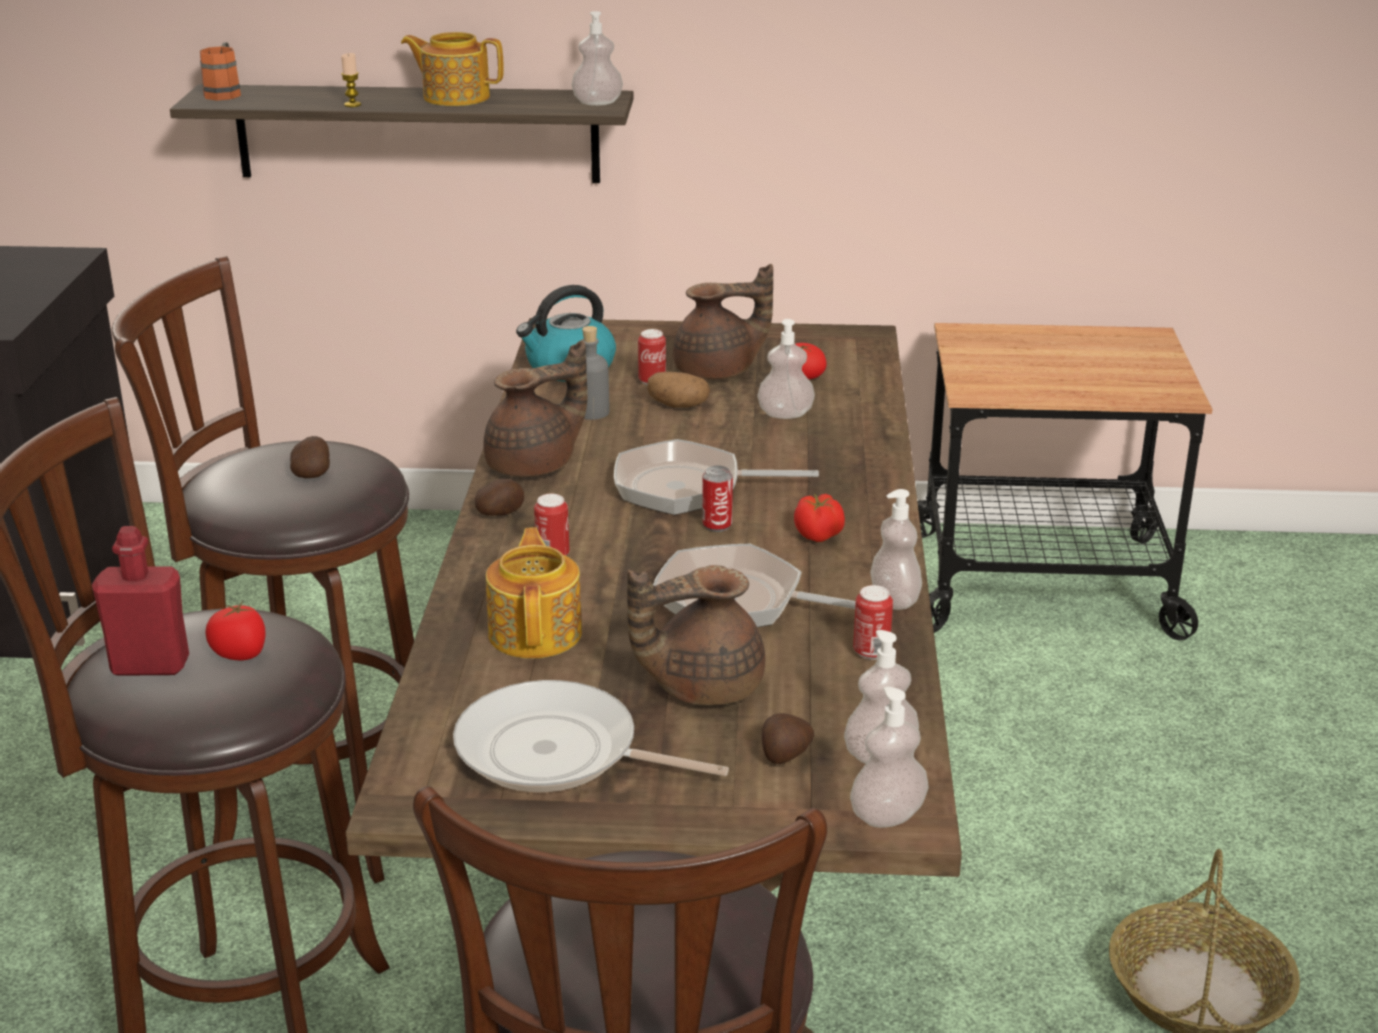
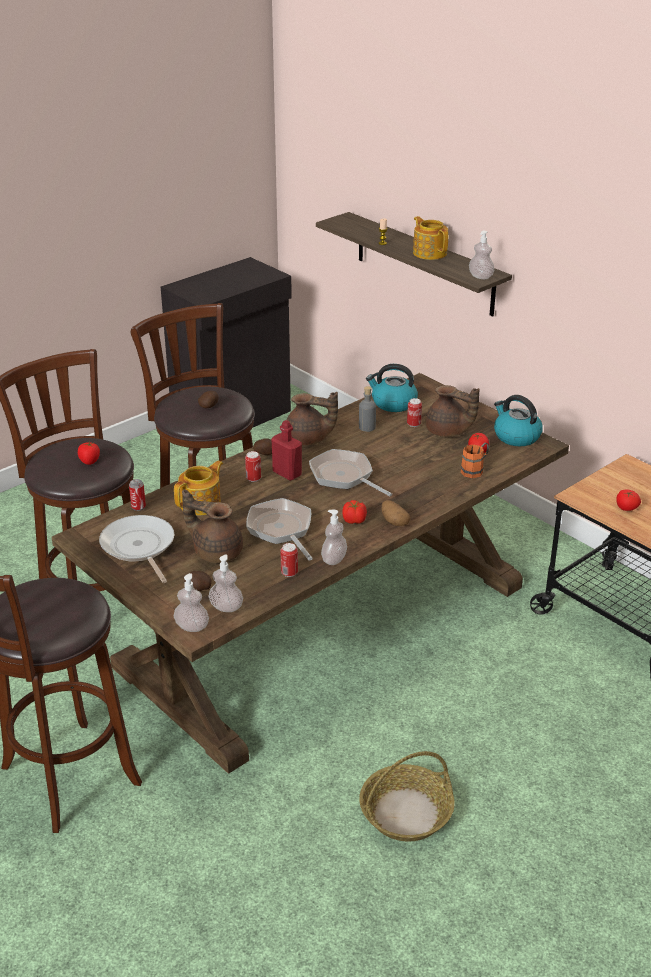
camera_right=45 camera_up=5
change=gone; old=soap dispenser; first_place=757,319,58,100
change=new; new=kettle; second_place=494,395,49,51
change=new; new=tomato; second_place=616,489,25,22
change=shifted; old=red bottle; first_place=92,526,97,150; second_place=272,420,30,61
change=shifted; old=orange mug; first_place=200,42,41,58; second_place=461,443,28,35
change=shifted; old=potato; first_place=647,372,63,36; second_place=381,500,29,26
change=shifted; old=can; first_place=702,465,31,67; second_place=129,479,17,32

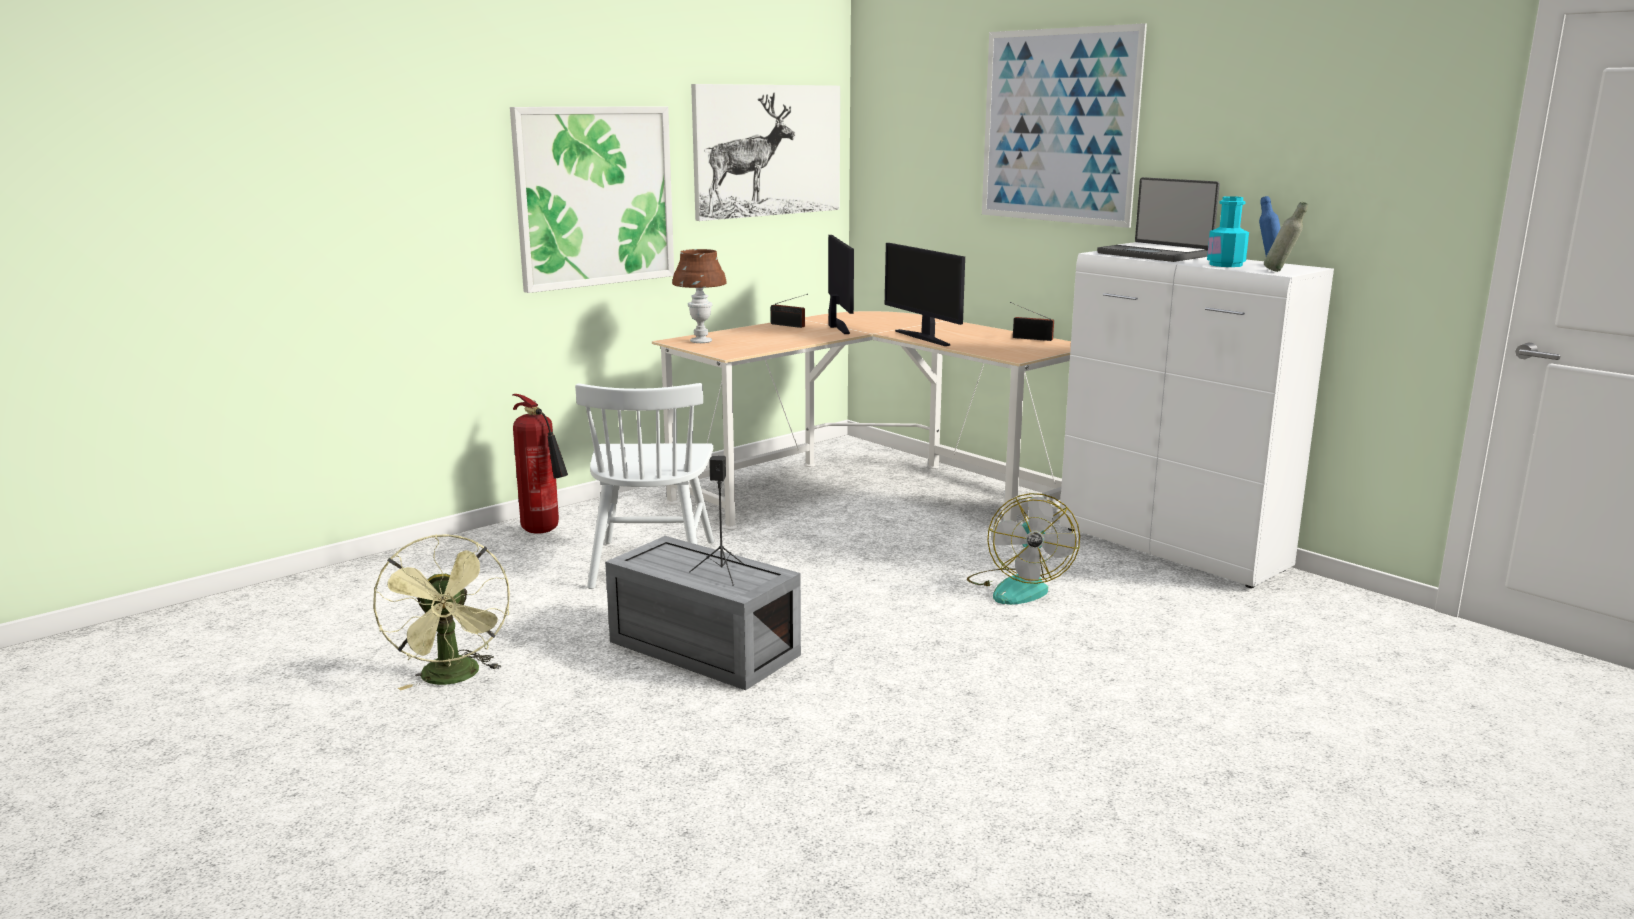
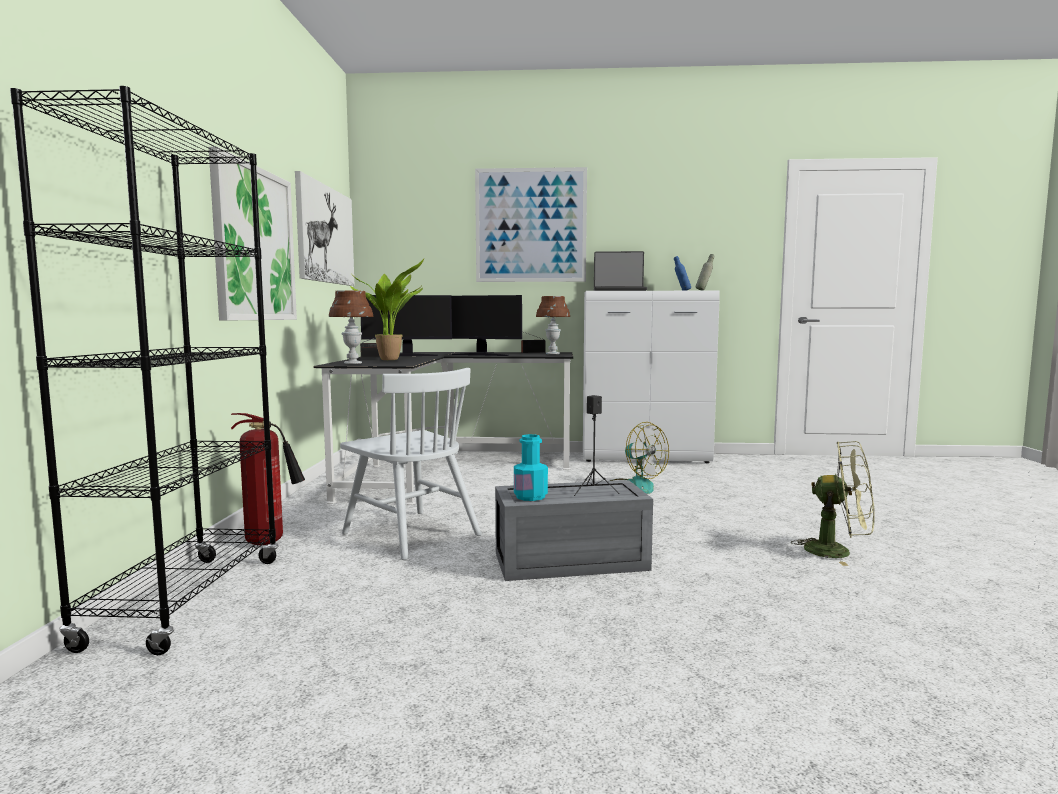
camera_right=-45 camera_up=-10
change=new; new=black bookcase; second_place=10,86,268,569
change=new; new=potted plant; second_place=350,259,74,101
change=new; new=brown table lamp; second_place=536,296,34,58
change=shifted; old=green fan; first_place=373,534,137,157; second_place=791,441,84,125
change=shifted; old=turquoise bottle; first_place=1207,196,42,71; second_place=514,434,34,67
change=repainted; old=beige desk; new=black desk; first_place=652,311,419,218; second_place=314,352,259,153
change=rotated; old=monitor; first_place=828,235,26,99; second_place=361,295,91,61; degrees=135

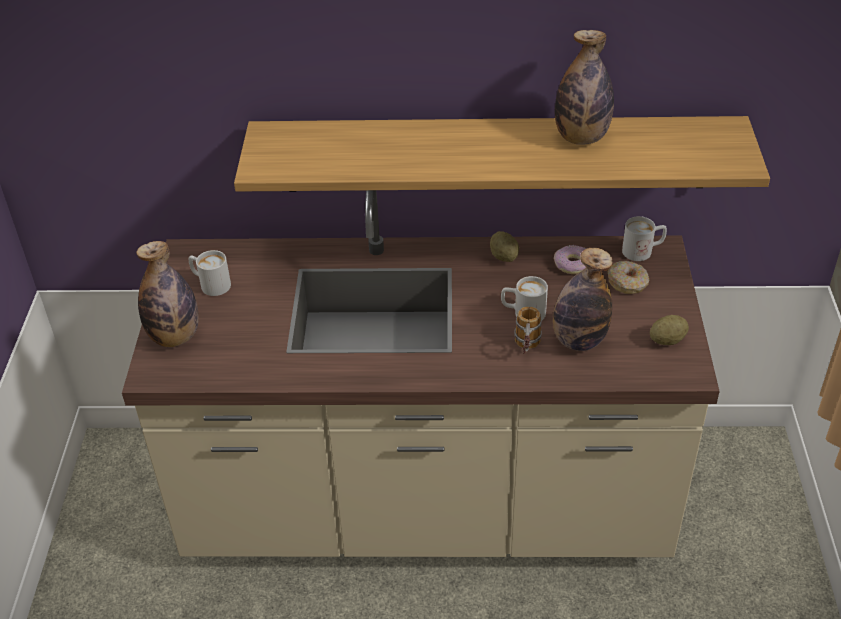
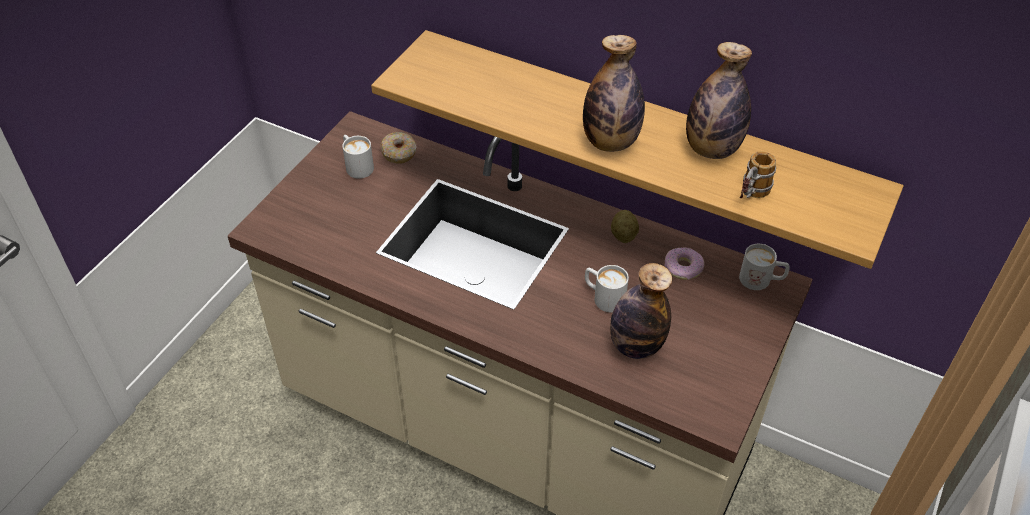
camera_right=25 camera_up=5
change=gone; old=potato; first_place=650,315,39,30
change=shifted; old=bottle; first_place=136,241,63,106; second_place=583,35,62,117
change=shifted; old=mug; first_place=514,306,28,48; second_place=740,151,36,47
change=shifted; old=donut; first_place=607,261,42,33; second_place=380,132,37,32

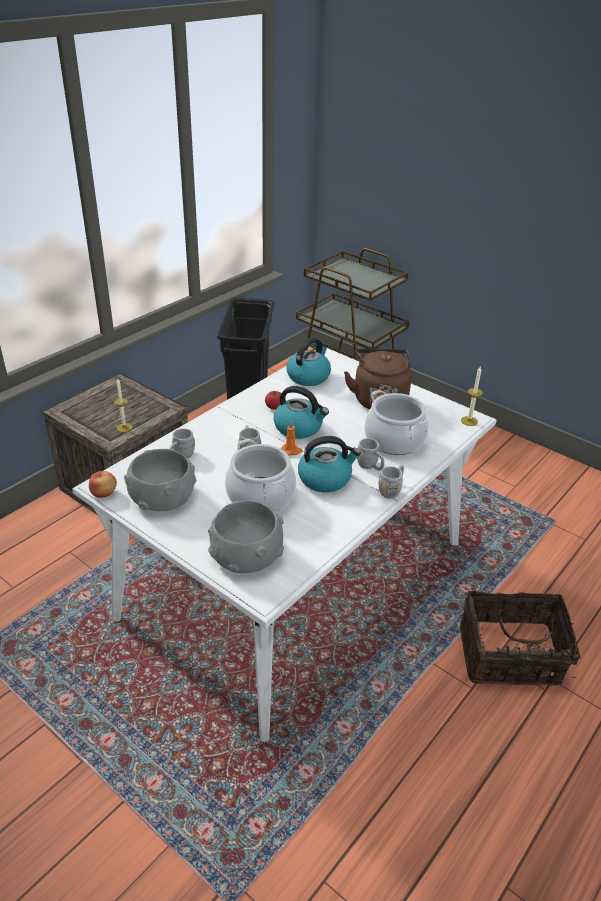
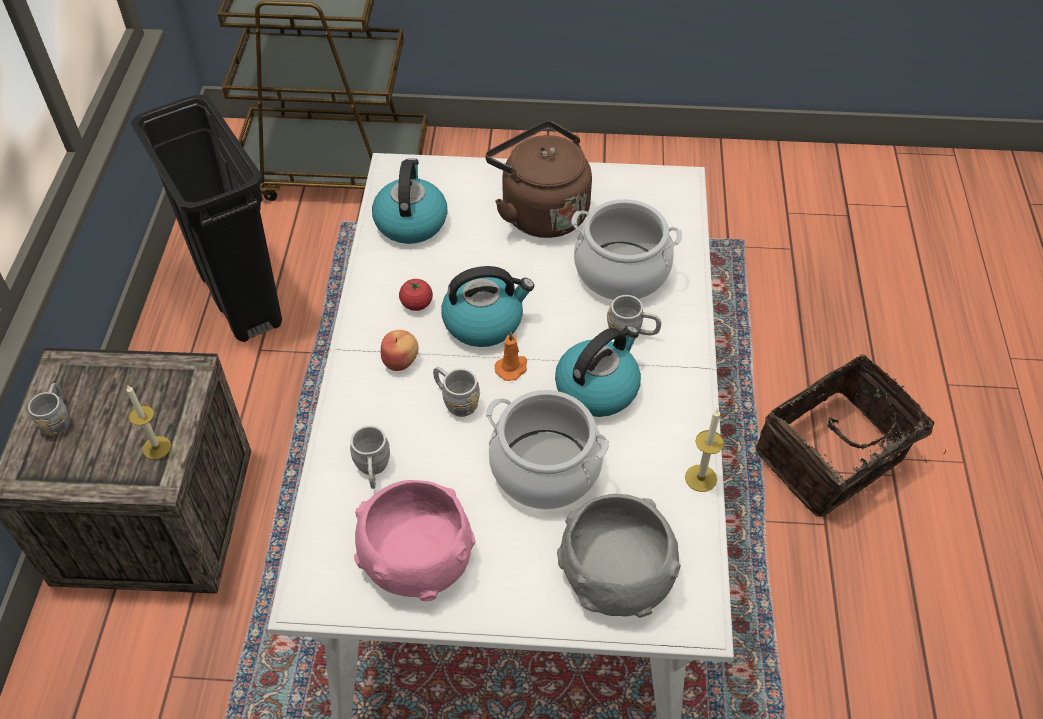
camera_right=-35 camera_up=15
change=shifted; old=apple; first_place=89,471,28,27; second_place=381,330,38,41
change=shifted; old=grey mug; first_place=378,465,26,34; second_place=28,383,41,53
change=shifted; old=candle; first_place=461,366,22,60; second_place=685,409,39,83
change=repainted; old=grey bowl; new=pink bowl; first_place=124,449,73,62; second_place=354,480,122,121

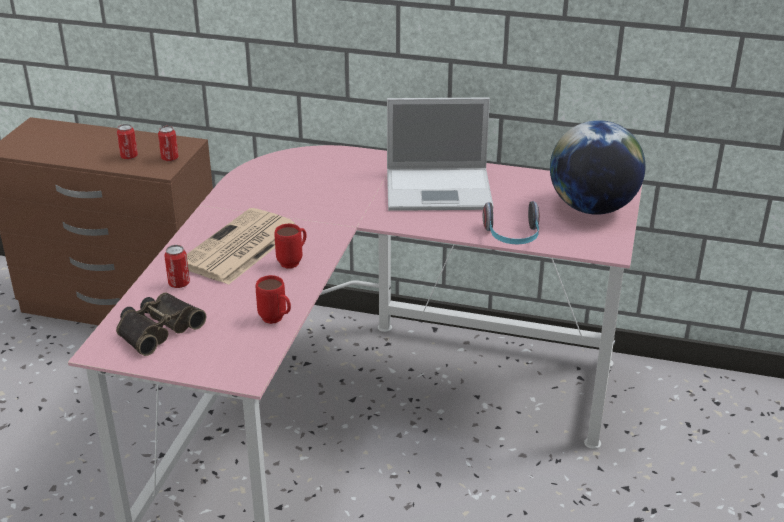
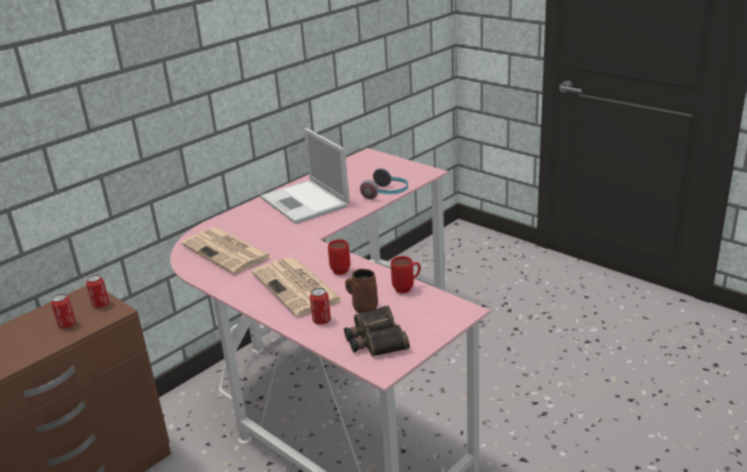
camera_right=-60 camera_up=-5
change=gone; old=globe; first_place=550,120,95,95
change=new; new=newspaper; second_place=181,228,92,46
change=new; new=brown mug; second_place=345,269,33,44
change=rotated; old=laptop; first_place=387,97,106,114; second_place=260,128,90,96; degrees=120

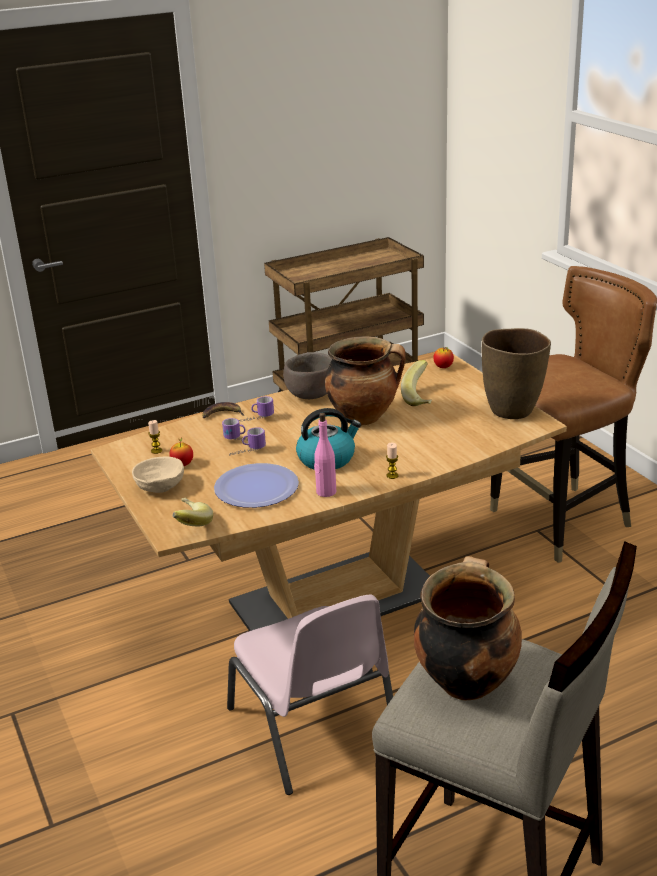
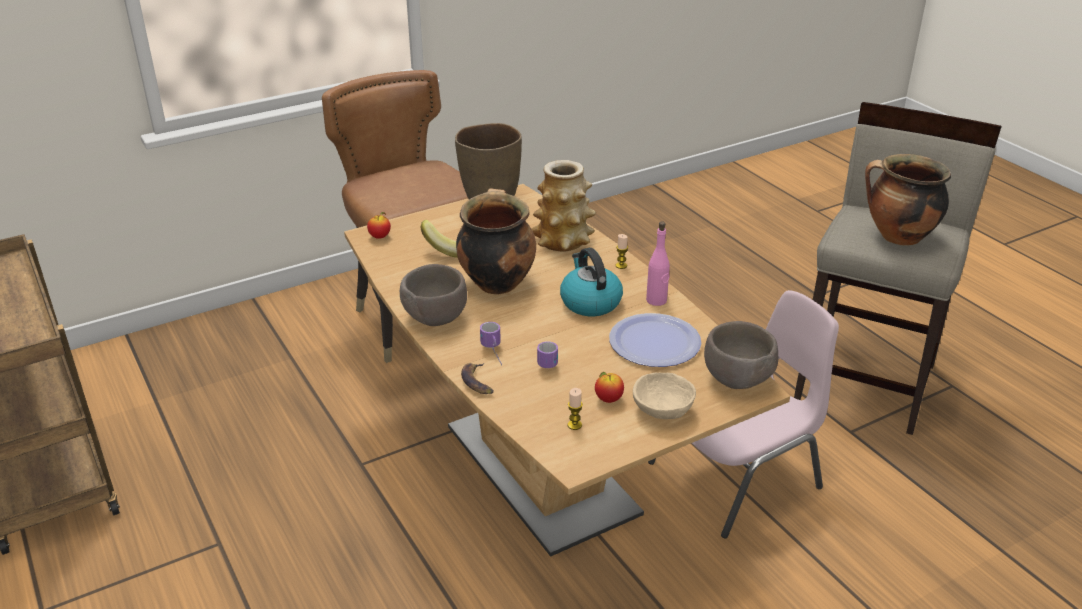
camera_right=-95 camera_up=5
change=gone; old=mug; first_place=229,427,37,29
change=new; new=vase; second_place=532,160,64,92
change=swapped; old=banana; new=brown bowl; first_place=172,498,41,28; second_place=704,321,74,68

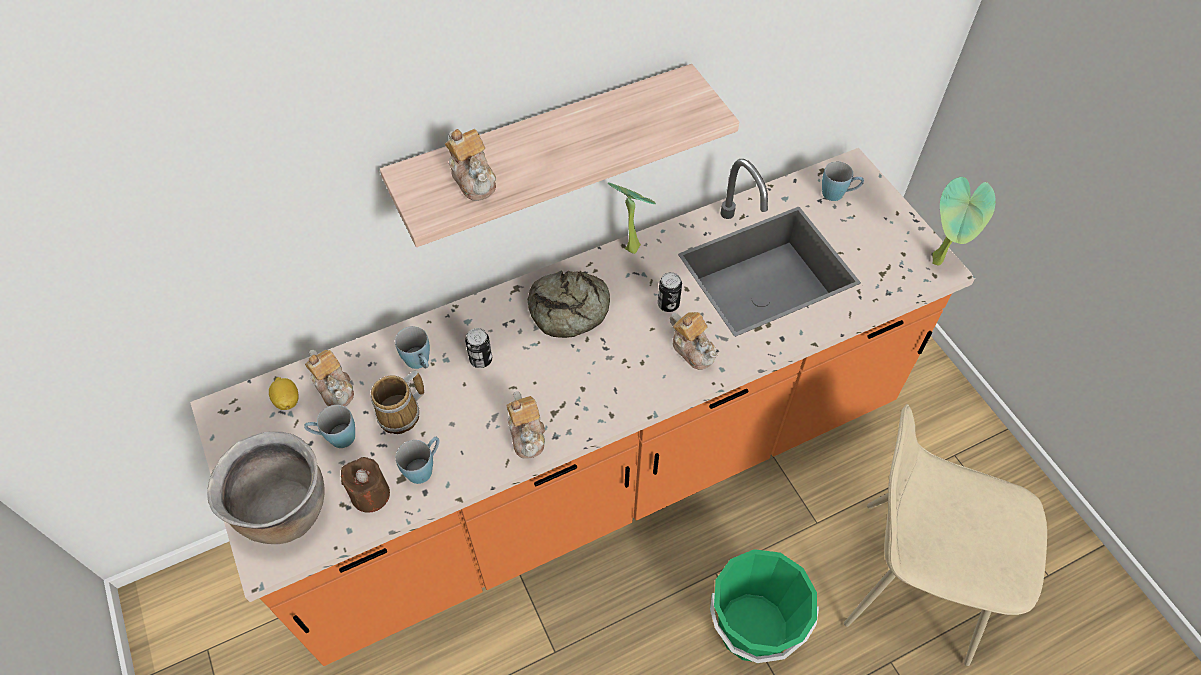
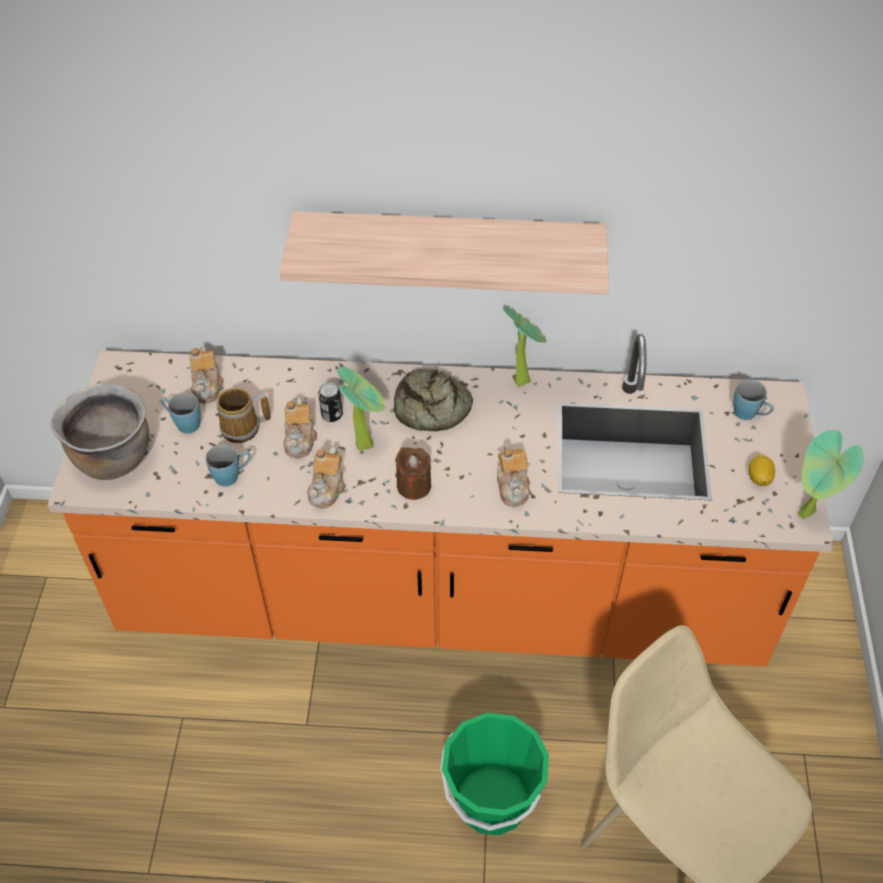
camera_right=30 camera_up=-5
change=gone; old=blue mug; first_place=395,326,35,43
change=gone; old=can; first_place=658,272,24,40
change=new; new=potted plant; second_place=336,367,49,84
change=shifted; old=lemon; first_place=269,377,30,33; second_place=749,454,26,32
change=shifted; old=brown candle; first_place=341,457,49,56; second_place=395,447,36,53
change=shifted; old=teapot; first_place=445,129,51,72; second_place=283,398,34,60

